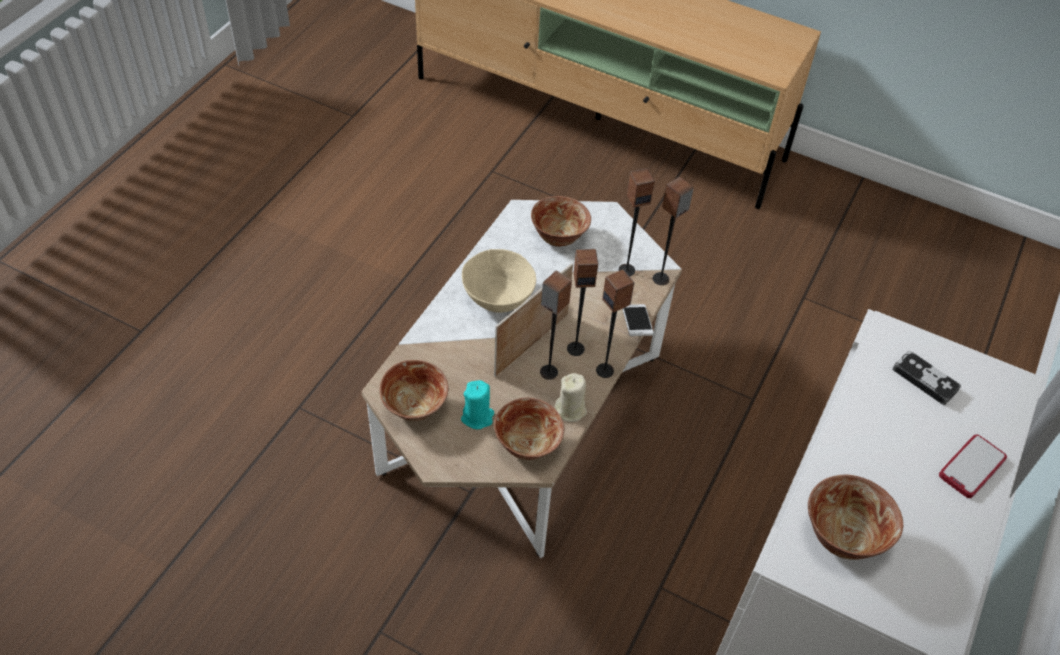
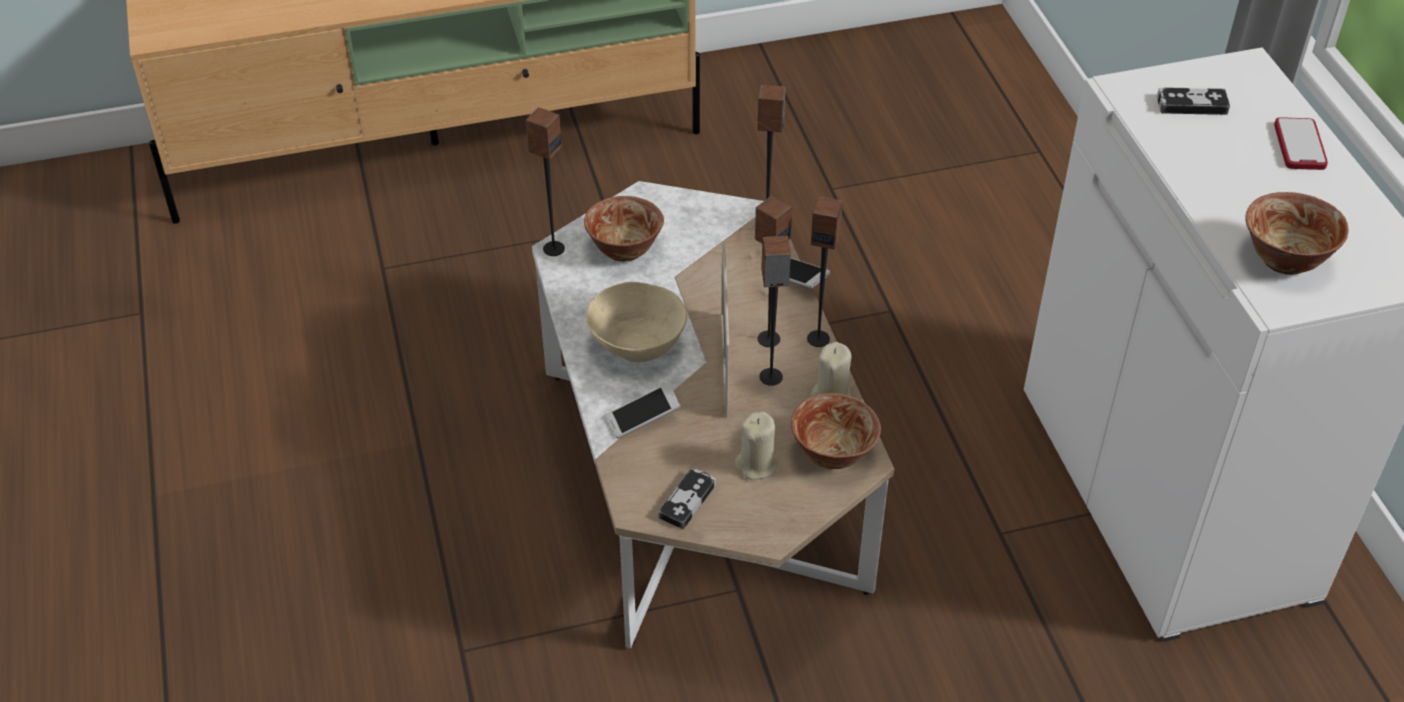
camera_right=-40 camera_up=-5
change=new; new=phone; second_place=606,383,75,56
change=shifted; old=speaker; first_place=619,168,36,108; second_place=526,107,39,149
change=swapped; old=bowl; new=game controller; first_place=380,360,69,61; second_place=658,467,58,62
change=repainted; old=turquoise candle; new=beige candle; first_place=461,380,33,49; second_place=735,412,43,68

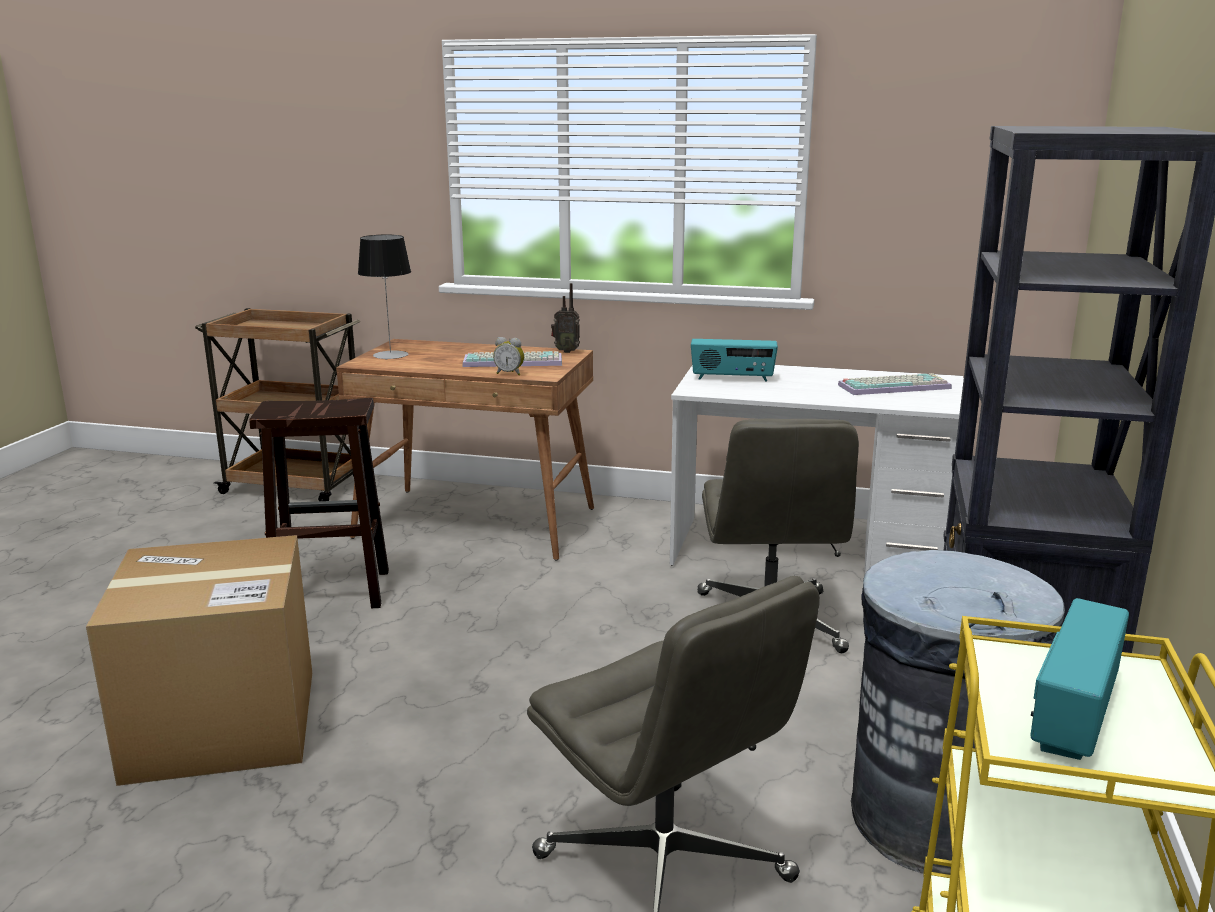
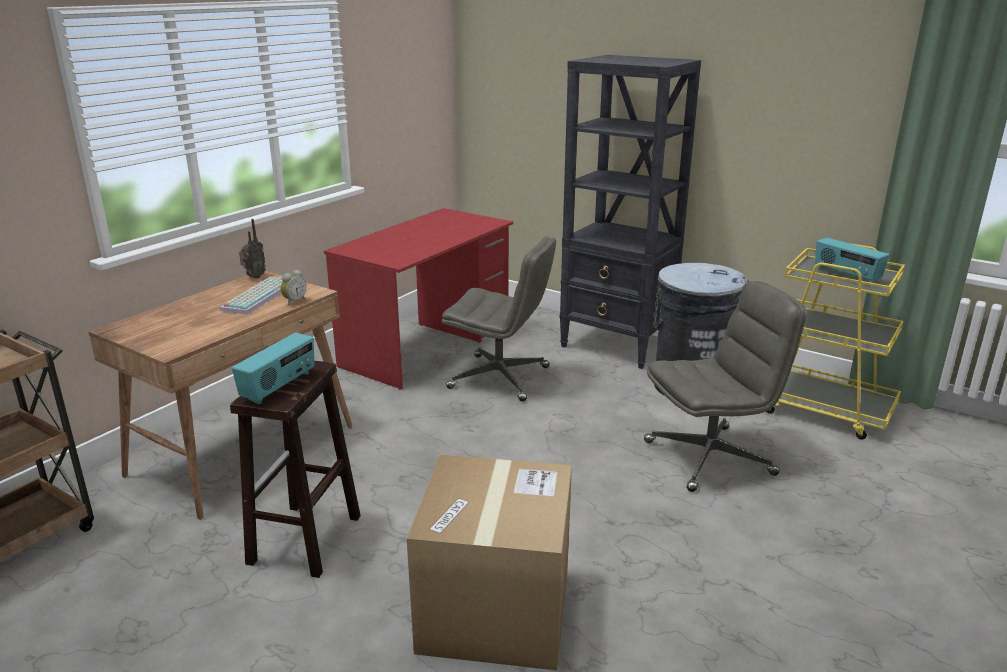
camera_right=-70 camera_up=5
change=gone; old=table lamp; first_place=358,235,53,124
change=gone; old=keyboard; first_place=838,373,114,22
change=shifted; old=radio; first_place=691,339,87,42; second_place=232,333,82,71
change=repainted; old=white desk; new=red desk; first_place=670,365,294,211; second_place=324,208,189,181

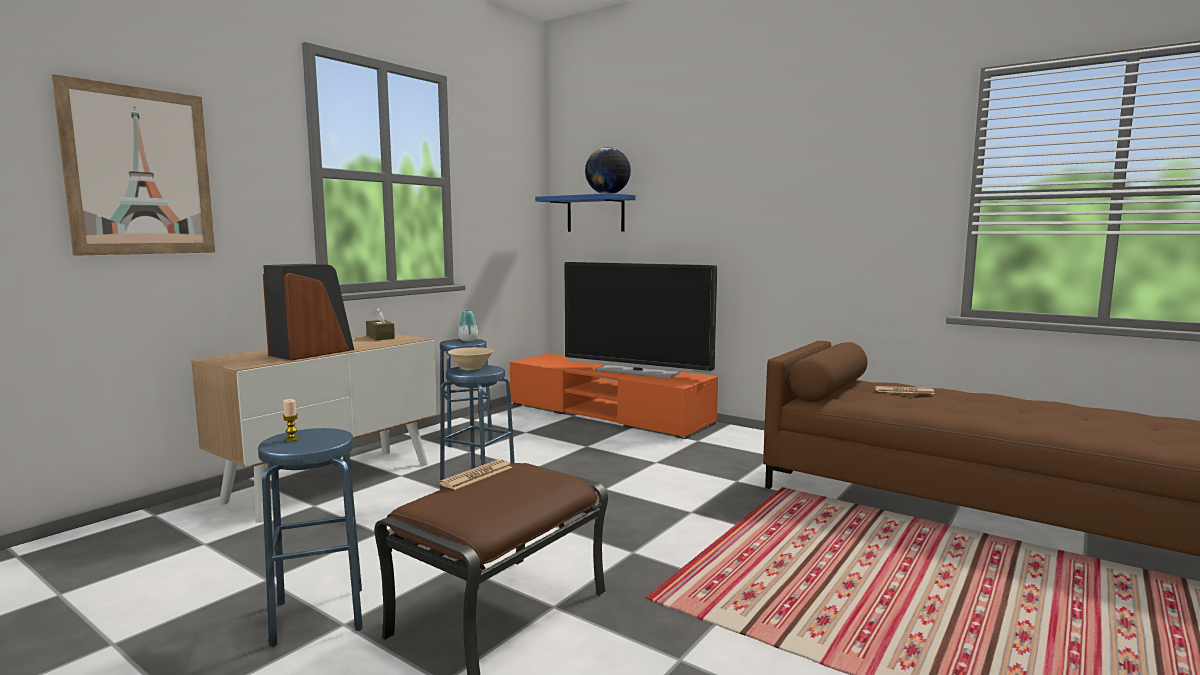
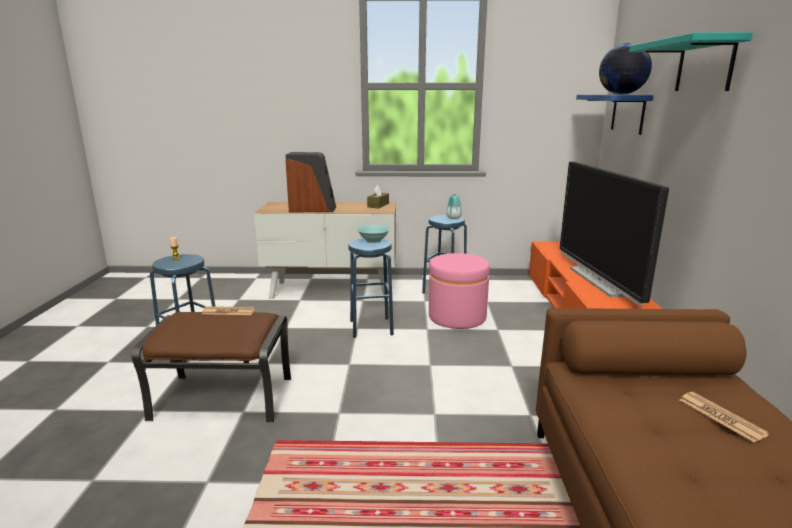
camera_right=55 camera_up=10
change=gone; old=picture; first_place=52,74,163,182
change=new; new=pink ottoman; second_place=429,253,61,76
change=new; new=turquoise shelf; second_place=629,32,124,59
change=repainted; old=beige bowl; new=turquoise bowl; first_place=448,347,46,23; second_place=357,225,33,18

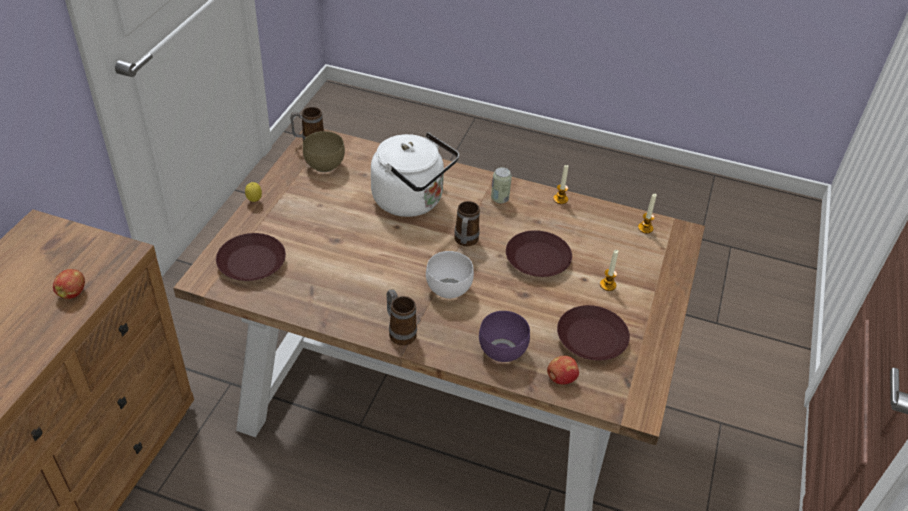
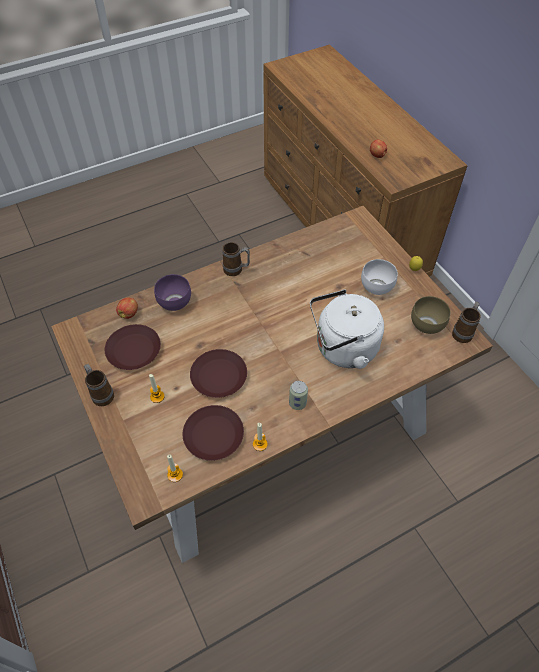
camera_right=135 camera_up=10
change=shifted; old=brown plate; first_place=216,233,70,48; second_place=183,405,61,56
change=shifted; old=white bowl; first_place=426,251,48,48; second_place=361,259,37,36
change=shifted; old=mug; first_place=454,201,26,45; second_place=84,364,30,42

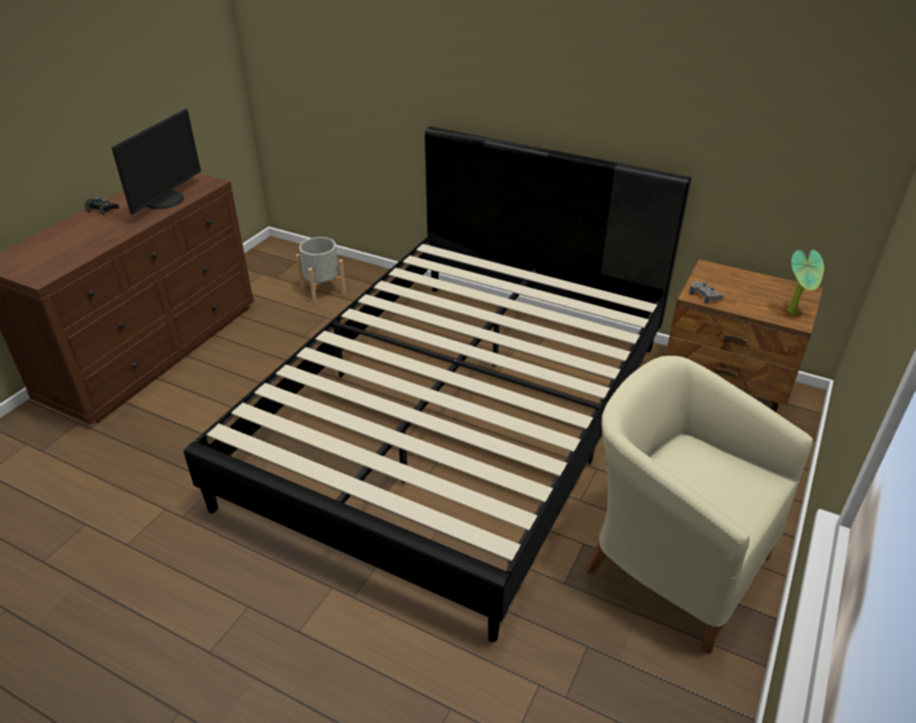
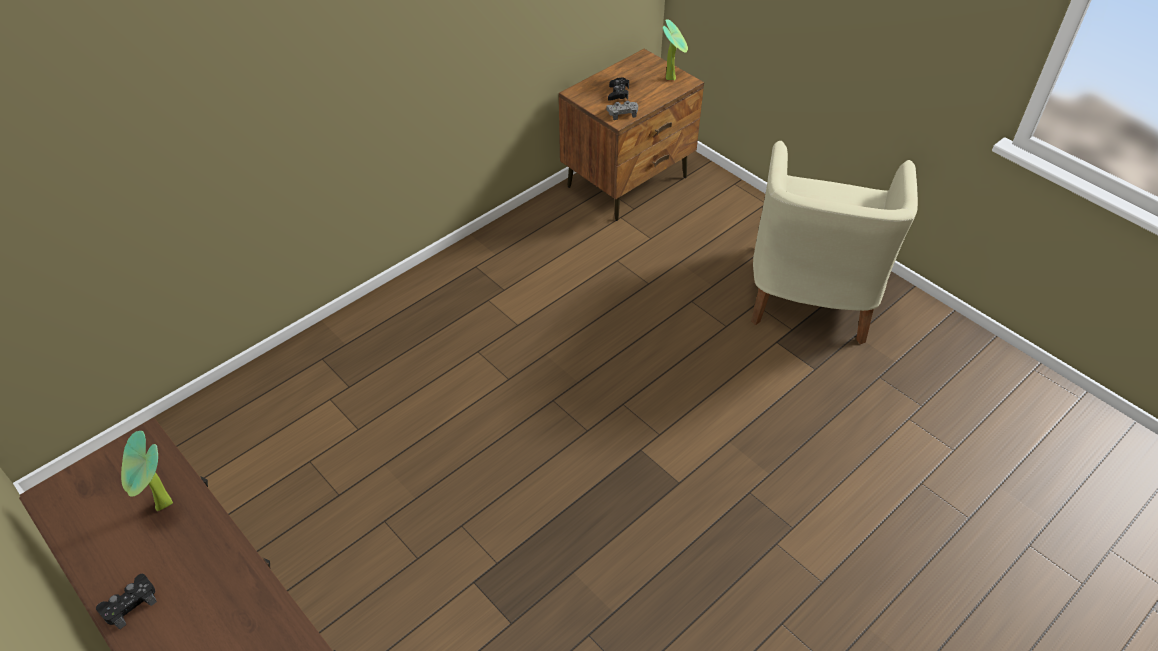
camera_right=-70 camera_up=10
change=gone; old=black bed; first_place=184,126,507,516
change=gone; old=grey planter; first_place=296,237,50,66
change=new; new=black game controller; second_place=608,78,21,23
change=swapped; old=monitor; new=potted plant; first_place=111,109,90,106; second_place=121,431,52,80
change=rotated; old=beige armchair; first_place=586,356,227,299; second_place=751,141,167,203; degrees=-45

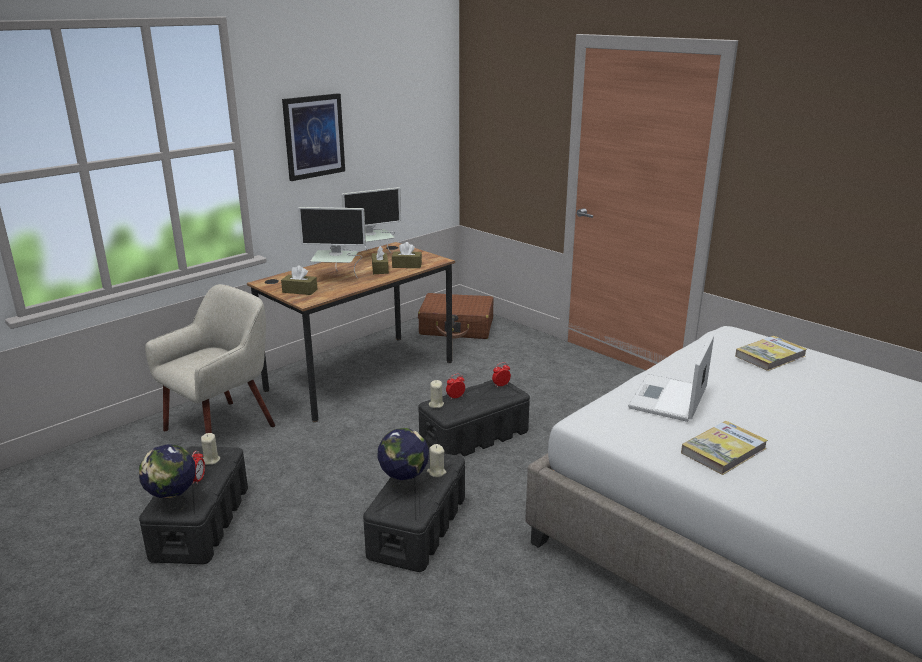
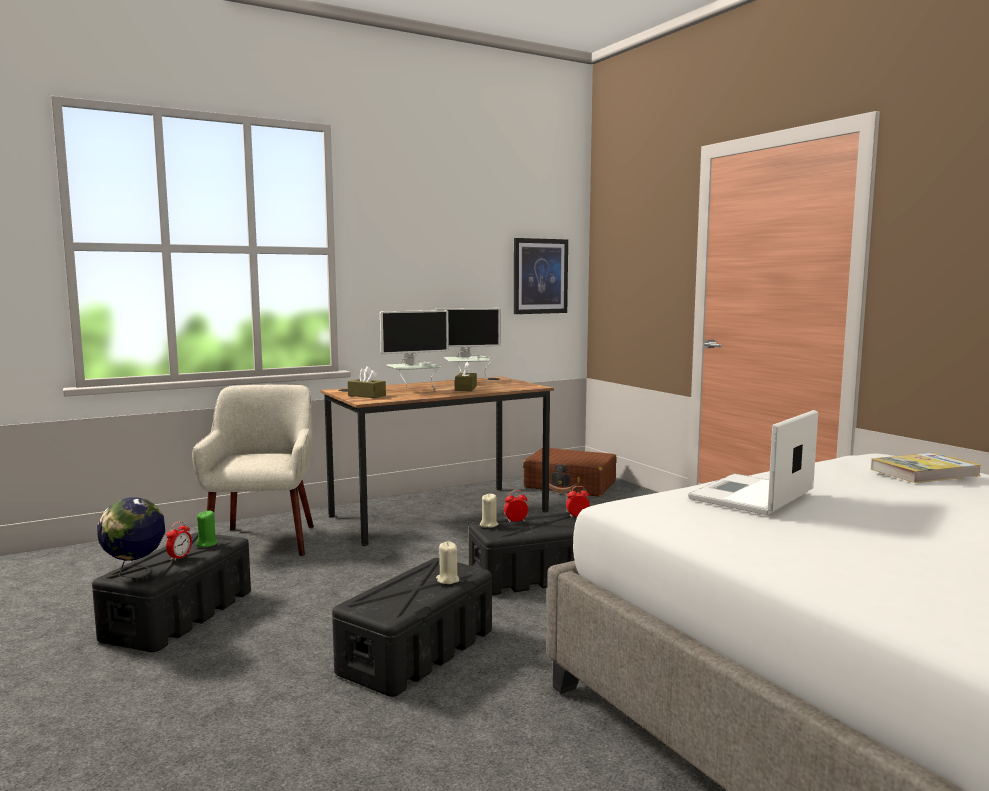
camera_right=15 camera_up=-15
change=gone; old=globe; first_place=377,428,52,68
change=gone; old=brown tissue box; first_place=392,242,30,26
change=gone; old=book; first_place=681,421,87,54
change=shifted; old=picture; first_place=282,93,63,88; second_place=514,238,54,76
change=repainted; old=beige candle; new=green candle; first_place=201,433,19,32; second_place=196,510,22,37
change=rotated; old=beige armchair; first_place=145,284,130,150; second_place=192,385,122,171; degrees=-60
change=rotated; old=monitor; first_place=298,207,68,70; second_place=380,310,69,79; degrees=-45

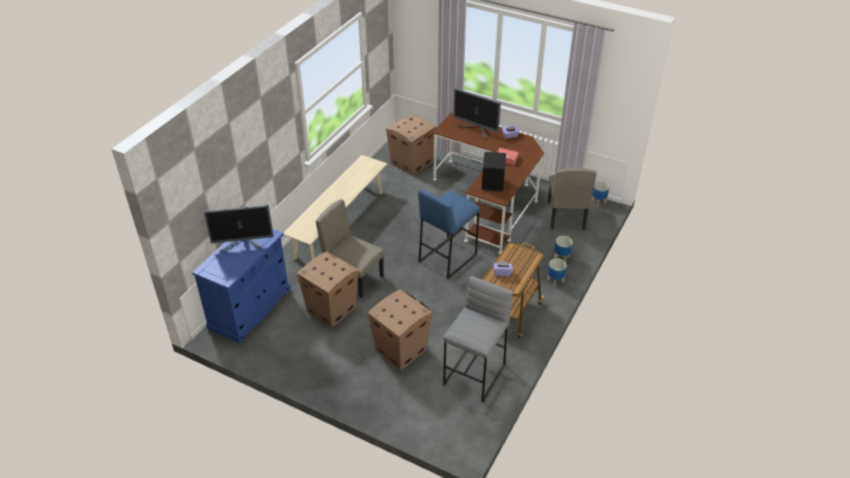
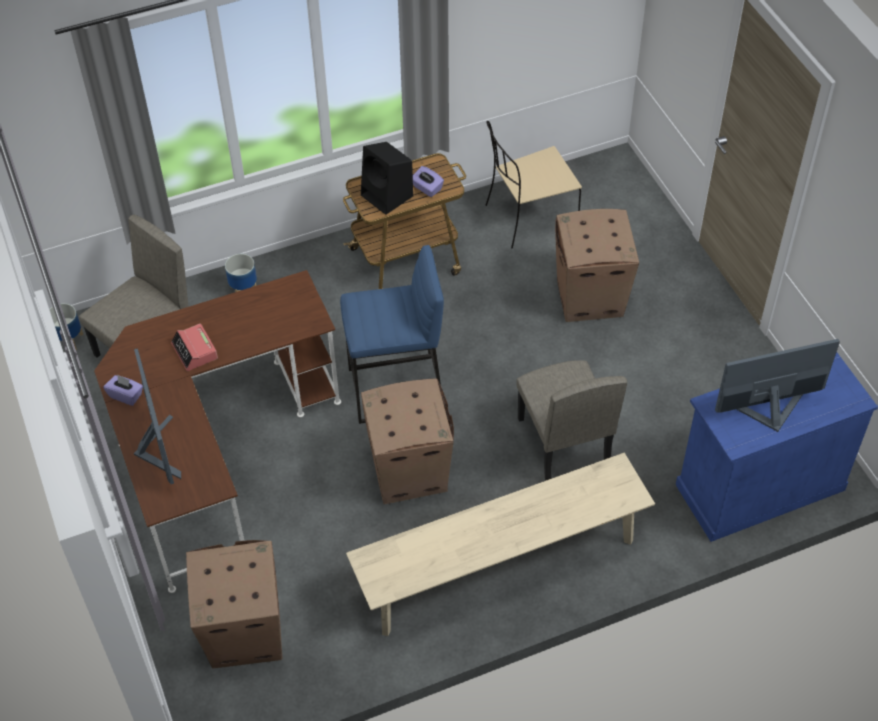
camera_right=-140 camera_up=10
change=gone; old=planter; first_place=547,258,20,29
change=shifted; old=cardboard box; first_place=297,251,62,77; second_place=361,378,93,126
change=shifted; old=black speaker; first_place=482,152,24,40; second_place=361,142,52,73
change=swapped; old=grey stool; new=beige chair; first_place=443,276,70,126; second_place=485,121,97,127
change=rotated; old=monitor; first_place=204,205,70,47; second_place=715,339,125,93; degrees=-45

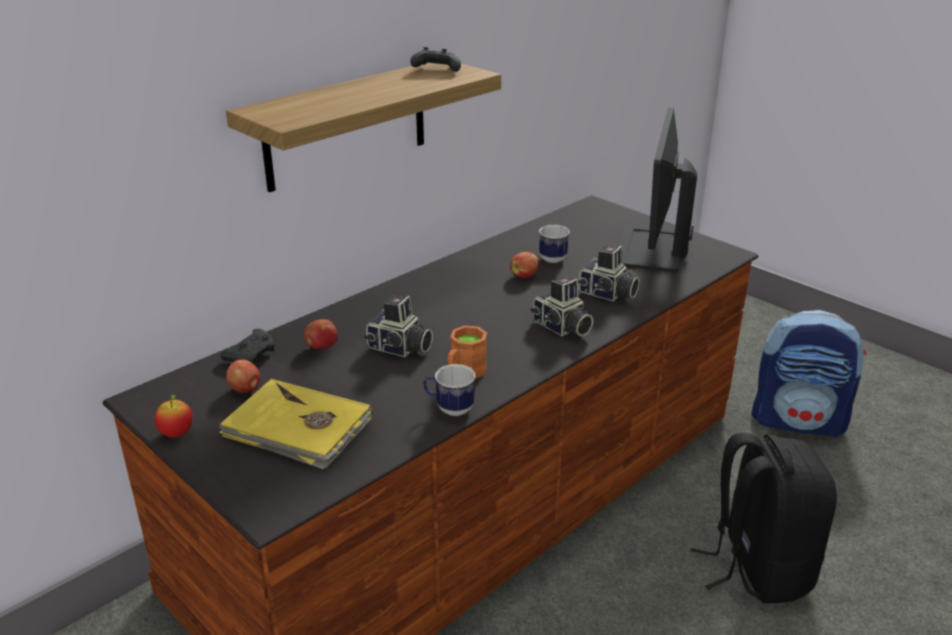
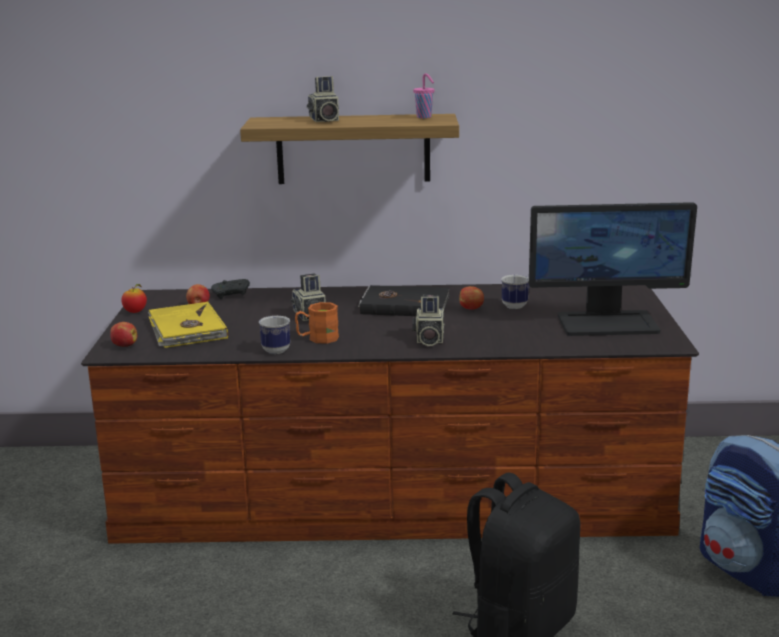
camera_right=45 camera_up=-10
change=new; new=black book; second_place=358,285,92,31
change=shifted; old=apple; first_place=304,319,34,30; second_place=110,322,27,25
change=shifted; old=photo camera; first_place=578,245,62,56; second_place=307,76,32,46
change=swapped; old=black game controller; new=pink cup; first_place=410,47,51,25; second_place=413,73,22,45
change=rotated; old=monitor; first_place=620,107,77,165; second_place=529,202,168,134; degrees=-150

